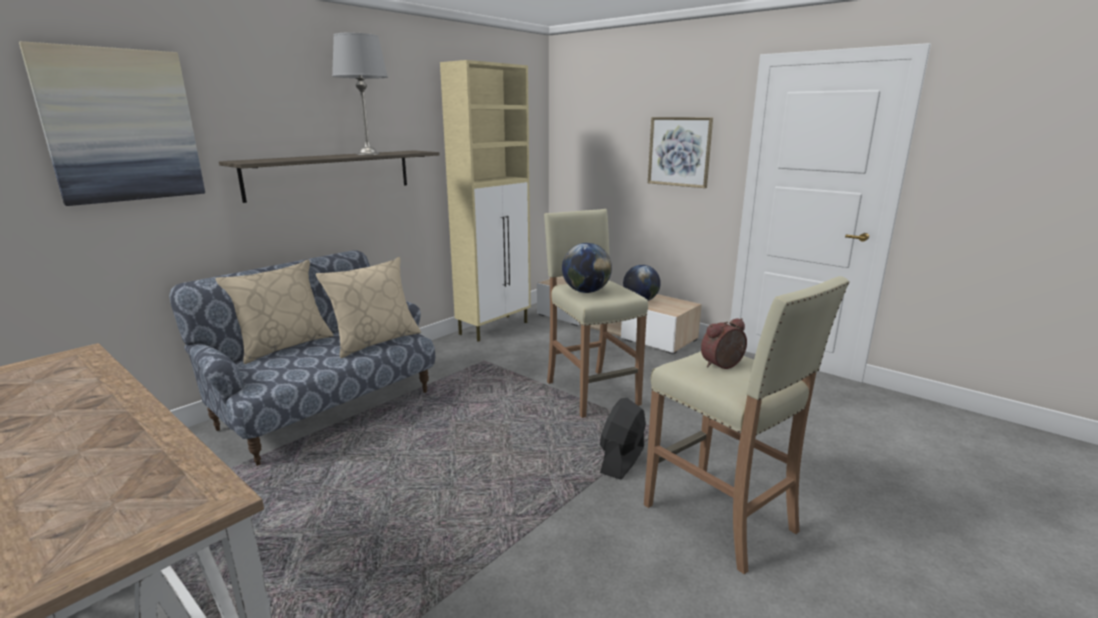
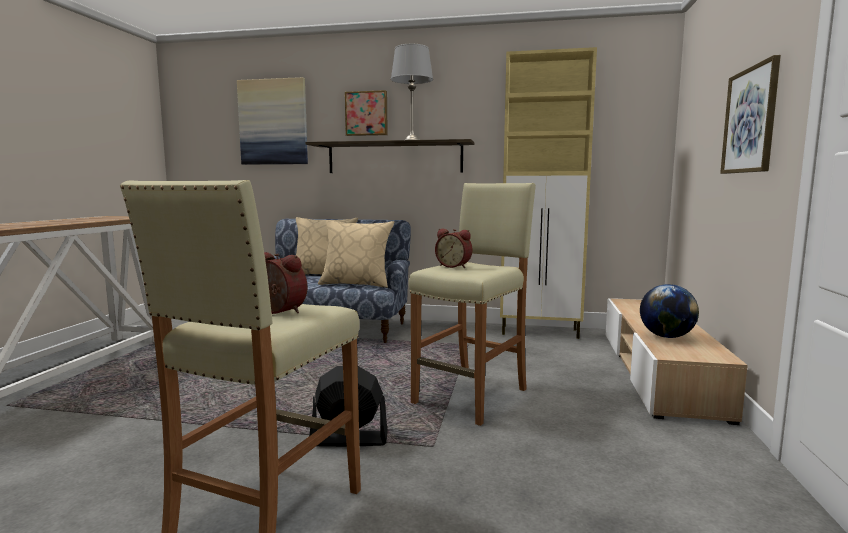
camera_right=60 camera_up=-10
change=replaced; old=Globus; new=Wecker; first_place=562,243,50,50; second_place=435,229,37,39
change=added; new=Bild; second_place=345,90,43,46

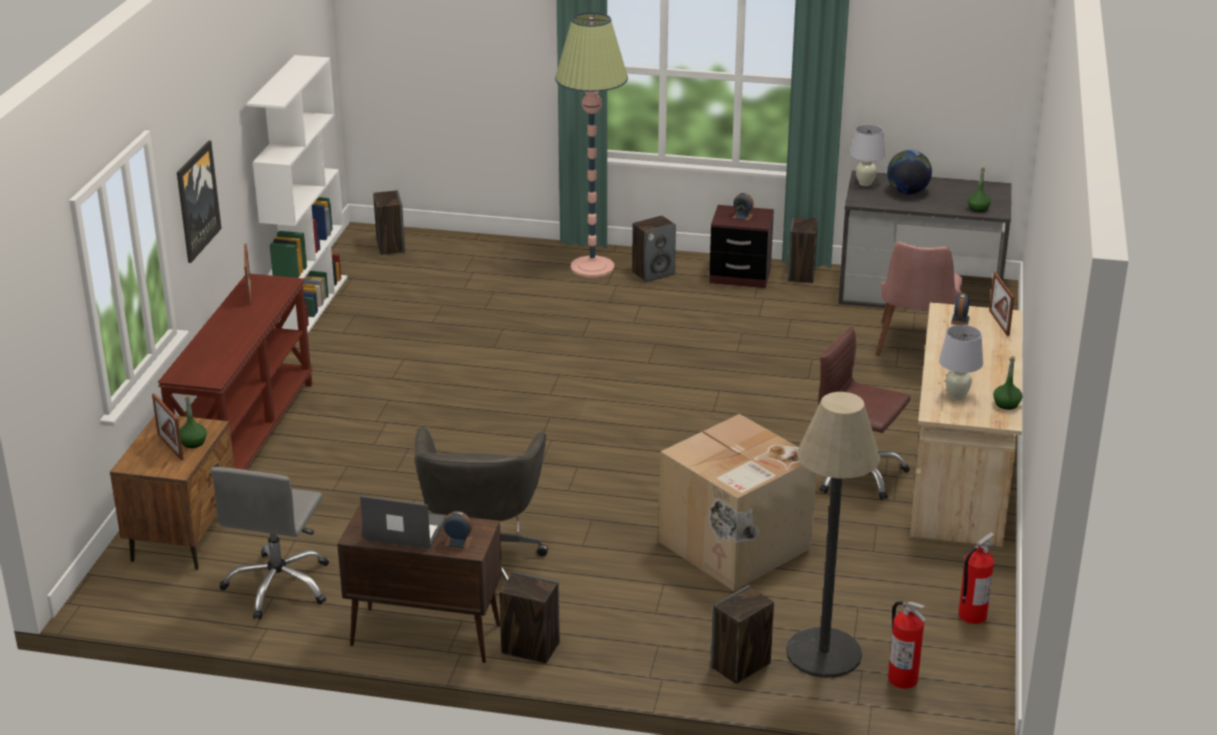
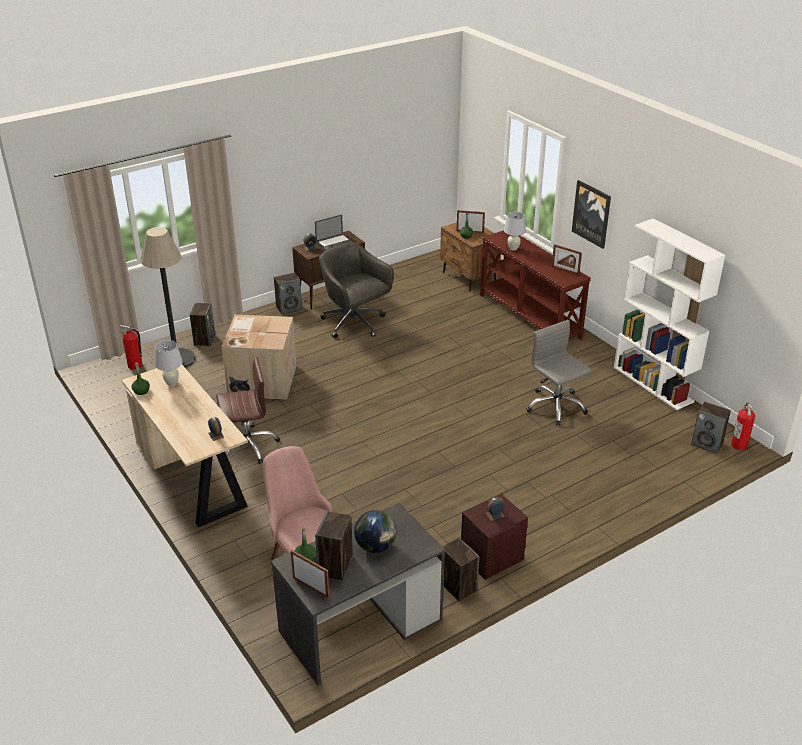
camera_right=135 camera_up=5
change=moved; old=Bürostuhl/grau; first_place=211,467,118,152; second_place=526,320,66,106
change=removed; old=Stehlampe; first_place=555,12,73,266
change=moved; old=Lautsprecher; first_place=632,216,44,67; second_place=315,511,38,69
change=moved; old=Tischlampe/weiß; first_place=850,124,35,62; second_place=504,212,22,38
change=moved; old=Feuerlöscher; first_place=958,532,37,92; second_place=731,403,24,47
change=moved; old=Bilderrahmen; first_place=989,272,25,64; second_place=291,550,39,48

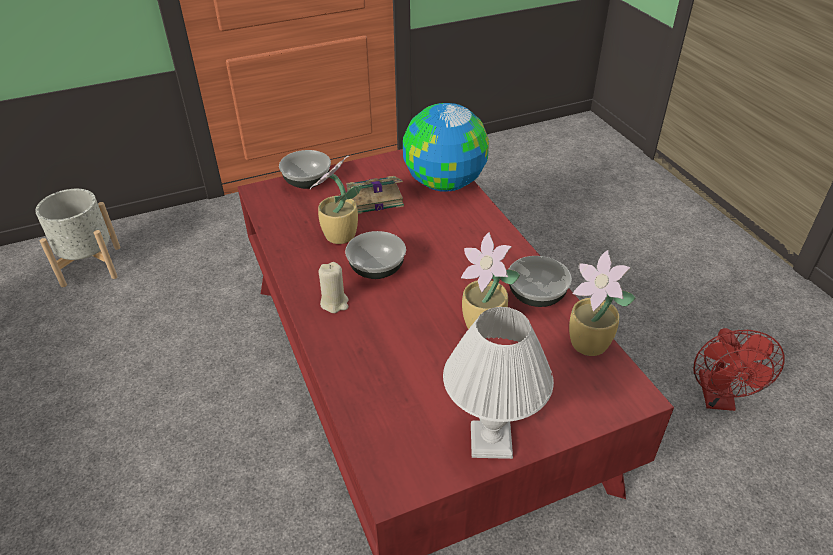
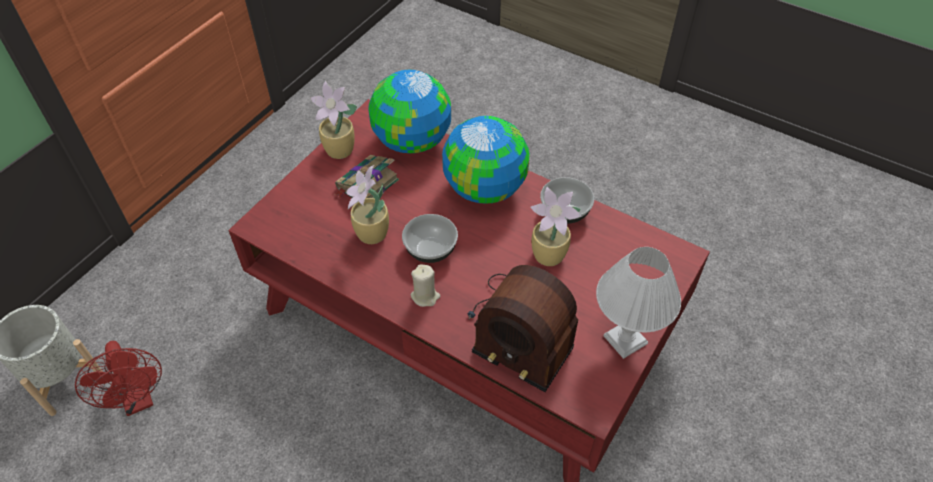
camera_right=-35 camera_up=10
change=removed; old=Schüssel; first_place=279,150,52,39
change=moved; old=Topfpflanze; first_place=569,250,67,106; second_place=311,81,46,78
change=moved; old=Ventilator/rot; first_place=693,328,92,83; second_place=75,341,87,75
change=added; new=Globus; second_place=442,116,88,88
change=added; new=Radio; second_place=468,265,110,127

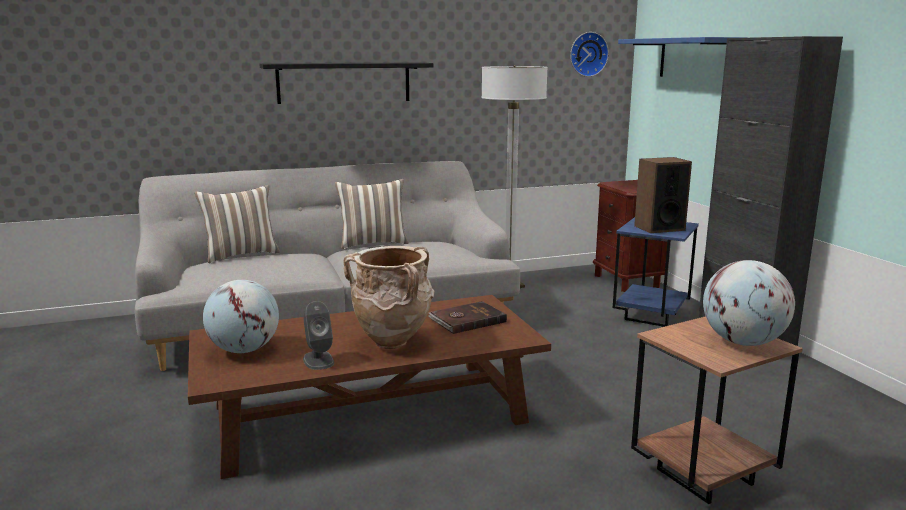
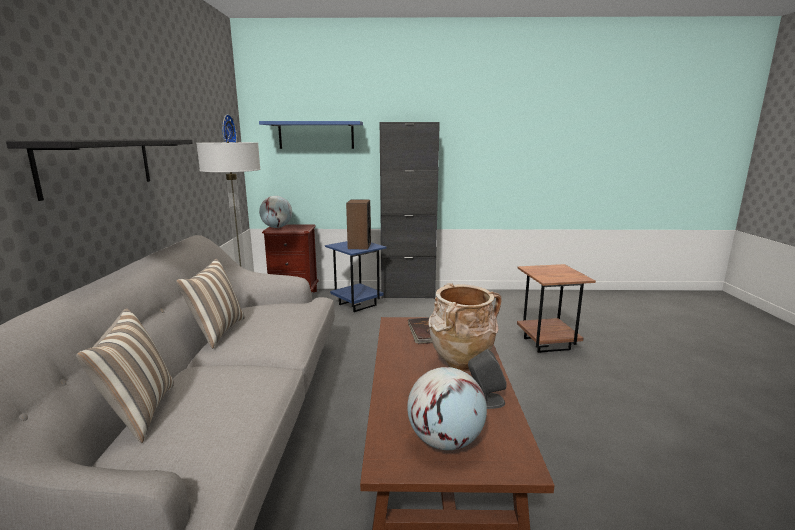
camera_right=-70 camera_up=0
change=moved; old=Globus; first_place=703,260,92,86; second_place=259,196,33,32

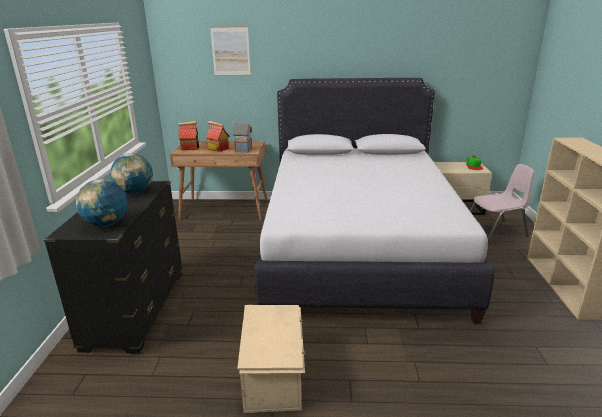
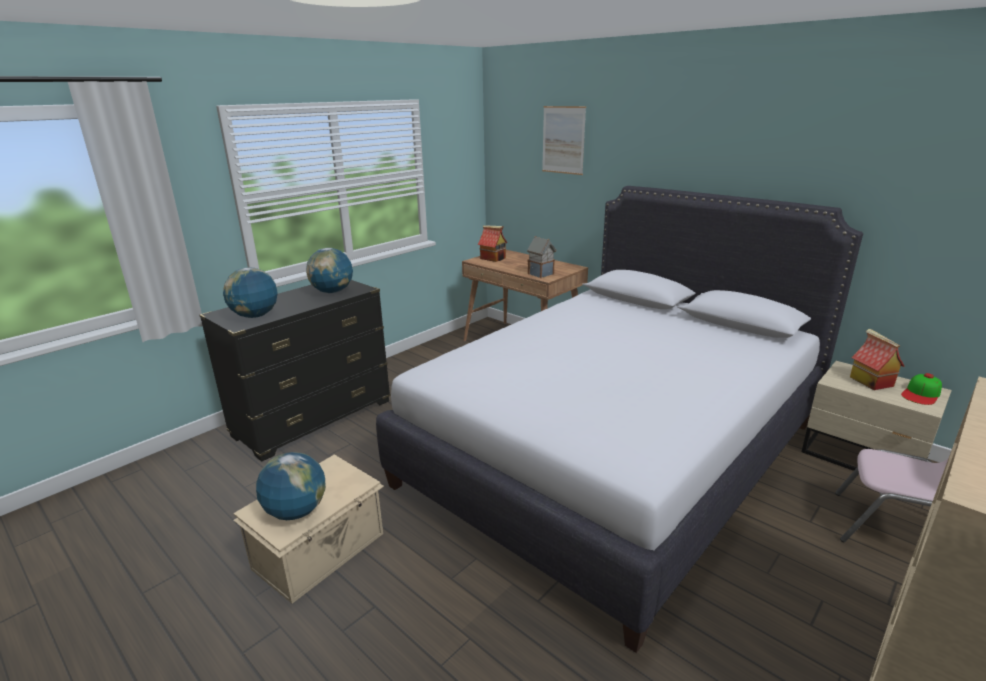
camera_right=40 camera_up=0
change=moved; old=Spielzeughaus; first_place=206,121,24,31; second_place=850,329,55,61
change=added; new=Globus; second_place=256,452,70,68

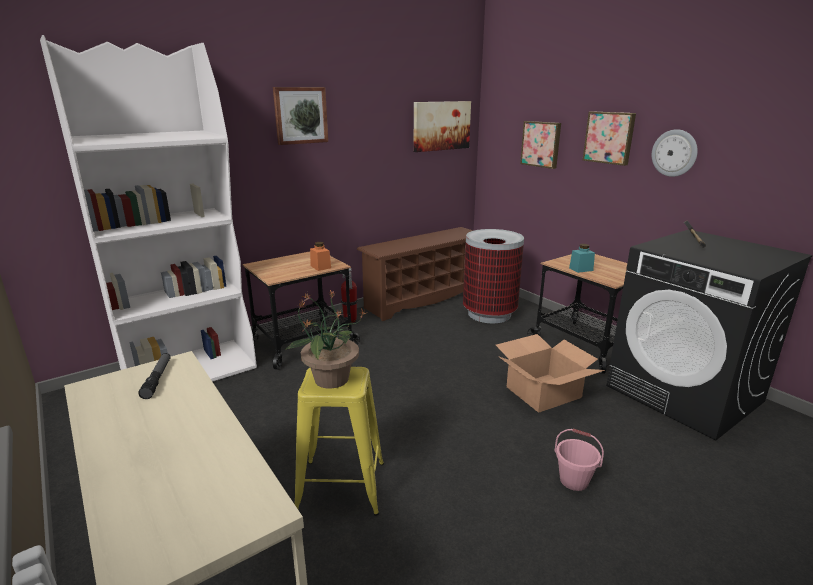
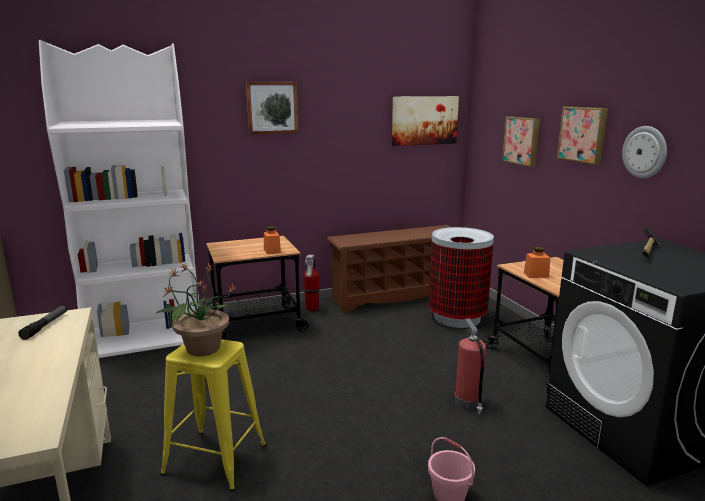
camera_right=15 camera_up=-5
change=replaced; old=Karton; new=Feuerlöscher; first_place=496,334,109,79; second_place=455,318,31,96
change=recoloured; old=Vorratsglas/türkis; new=Vorratsglas/orange; first_place=569,244,26,29; second_place=524,247,26,31

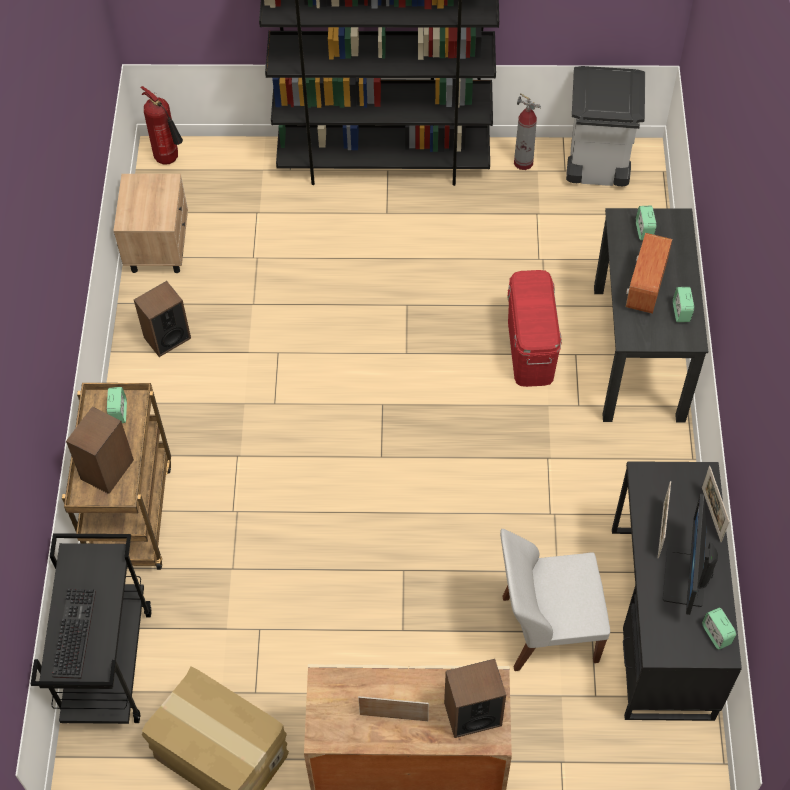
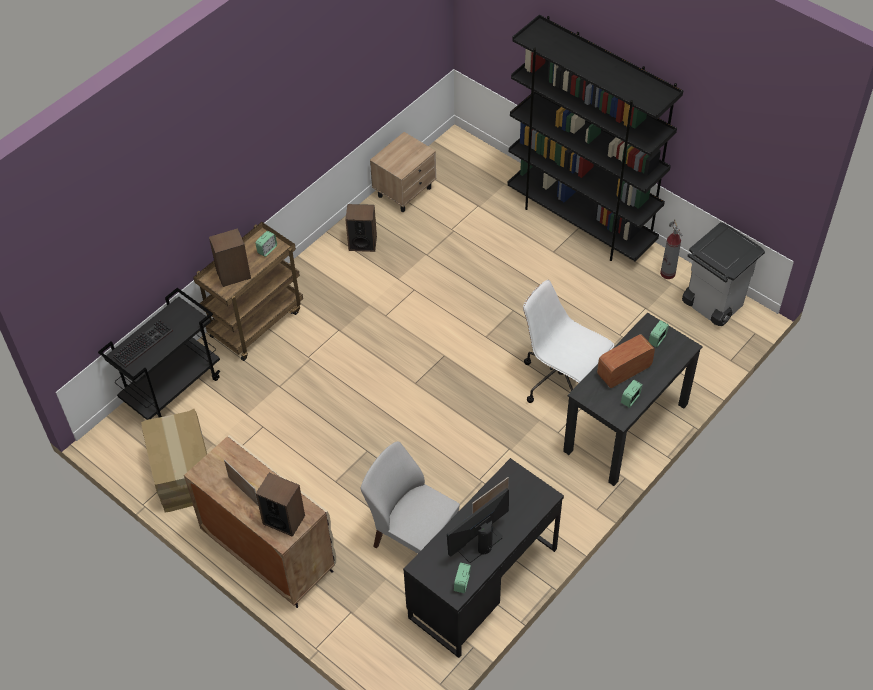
camera_right=40 camera_up=-5
change=removed; old=Feuerlöscher; first_place=140,86,43,79
change=replaced; old=Aufbewahrungsbox/rot; new=Bürostuhl/weiß; first_place=508,270,54,117; second_place=523,280,91,123
change=removed; old=Bilderrahmen; first_place=702,466,28,76

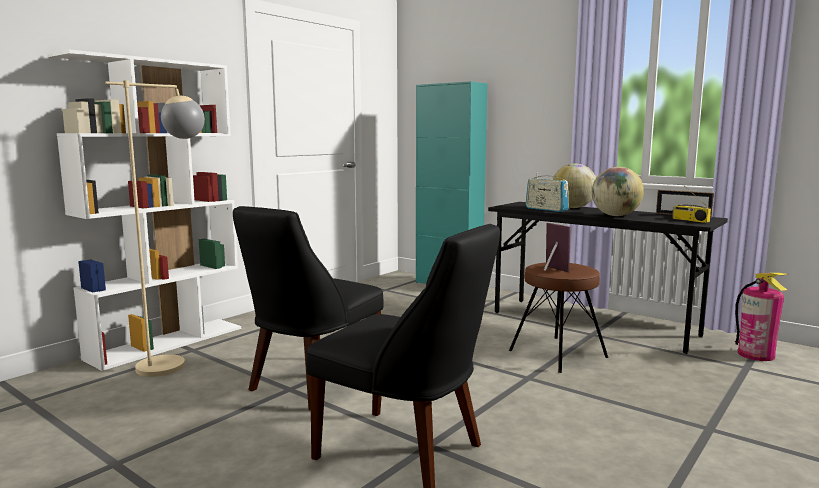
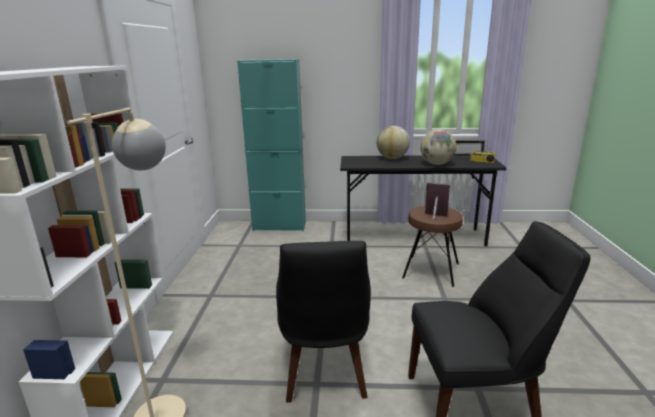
camera_right=-35 camera_up=10
change=removed; old=Radio; first_place=526,171,43,41
change=removed; old=Feuerlöscher; first_place=735,273,53,88

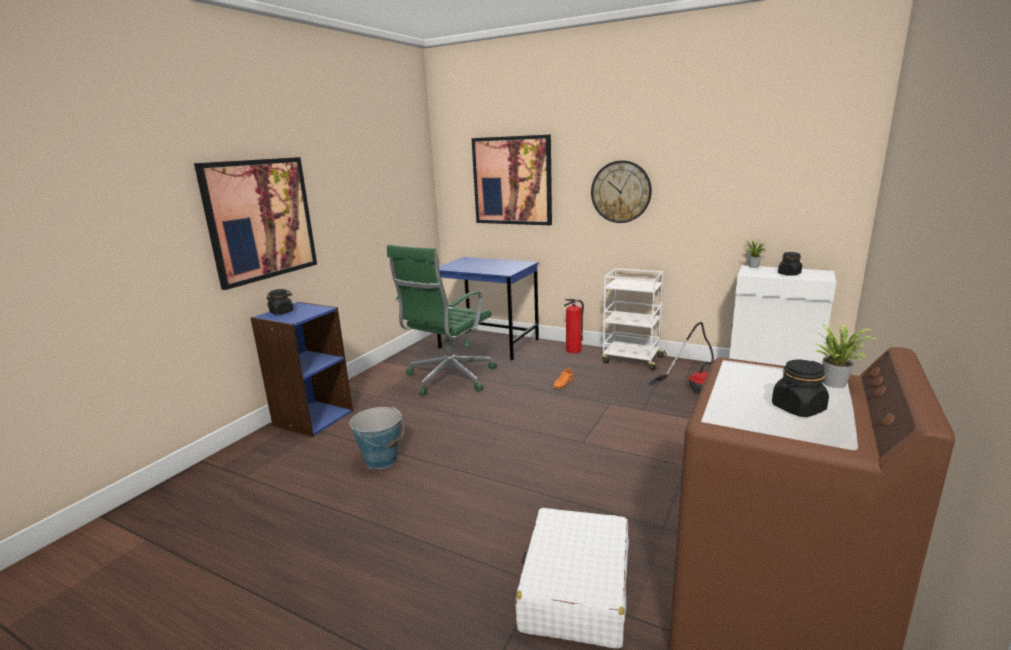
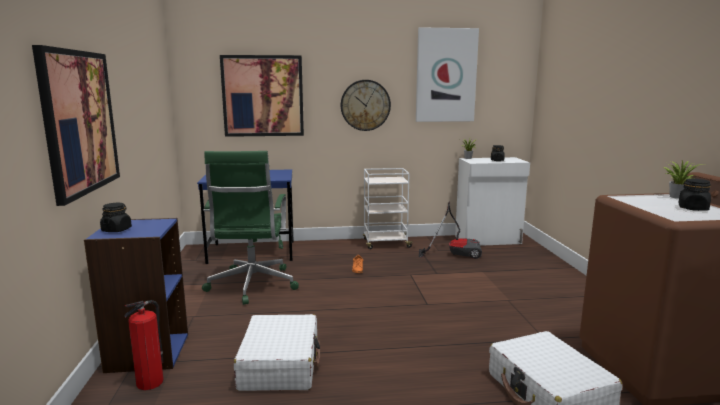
camera_right=-35 camera_up=-5
change=replaced; old=Eimer; new=Koffer/weiß; first_place=349,406,55,63; second_place=234,314,86,77
change=moved; old=Feuerlöscher; first_place=564,299,20,54; second_place=125,300,38,90
change=added; new=Bild; second_place=416,27,63,95

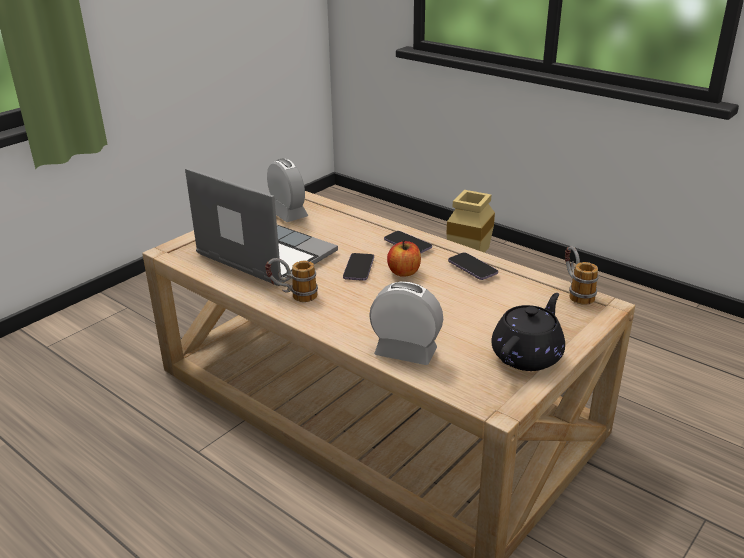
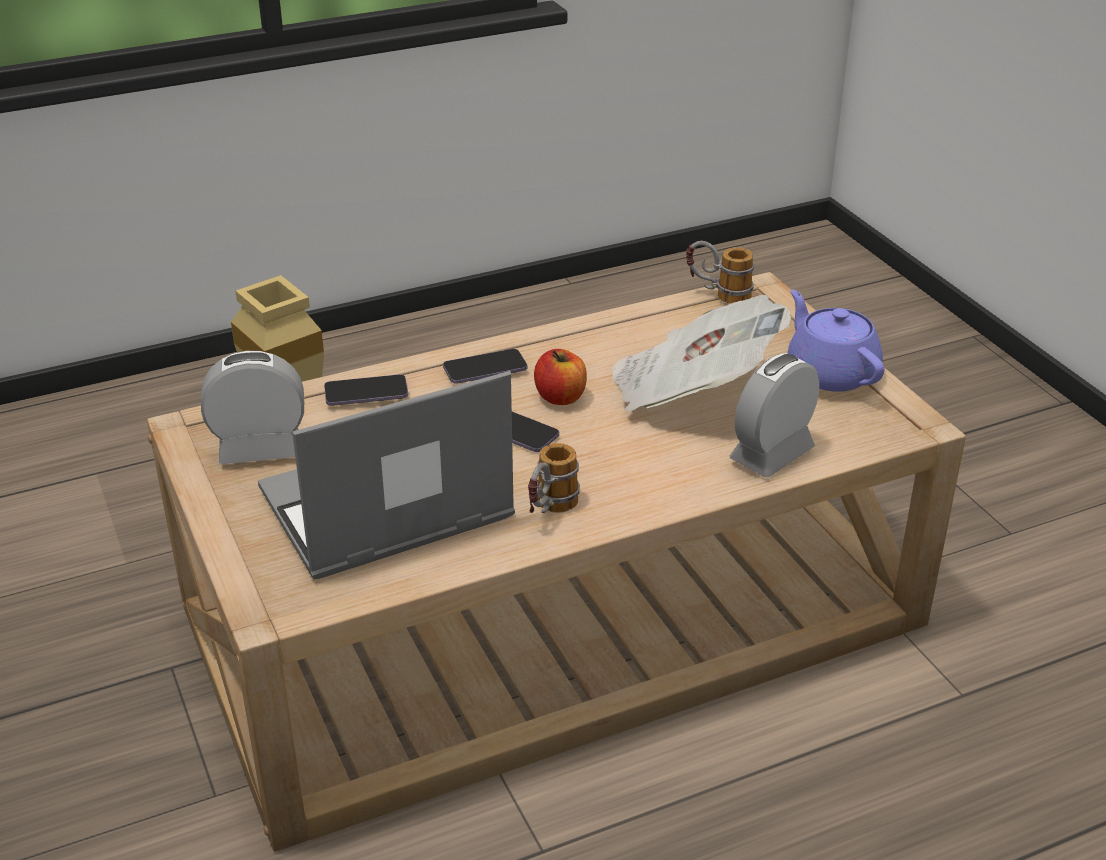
camera_right=-65 camera_up=5
change=moved; old=Handy; first_place=448,252,50,28; second_place=324,374,84,32
change=recoloured; old=Teekanne/schwarz; new=Teekanne/lila; first_place=491,293,74,78; second_place=788,290,96,102
change=added; new=Zeitung; second_place=611,295,180,117

